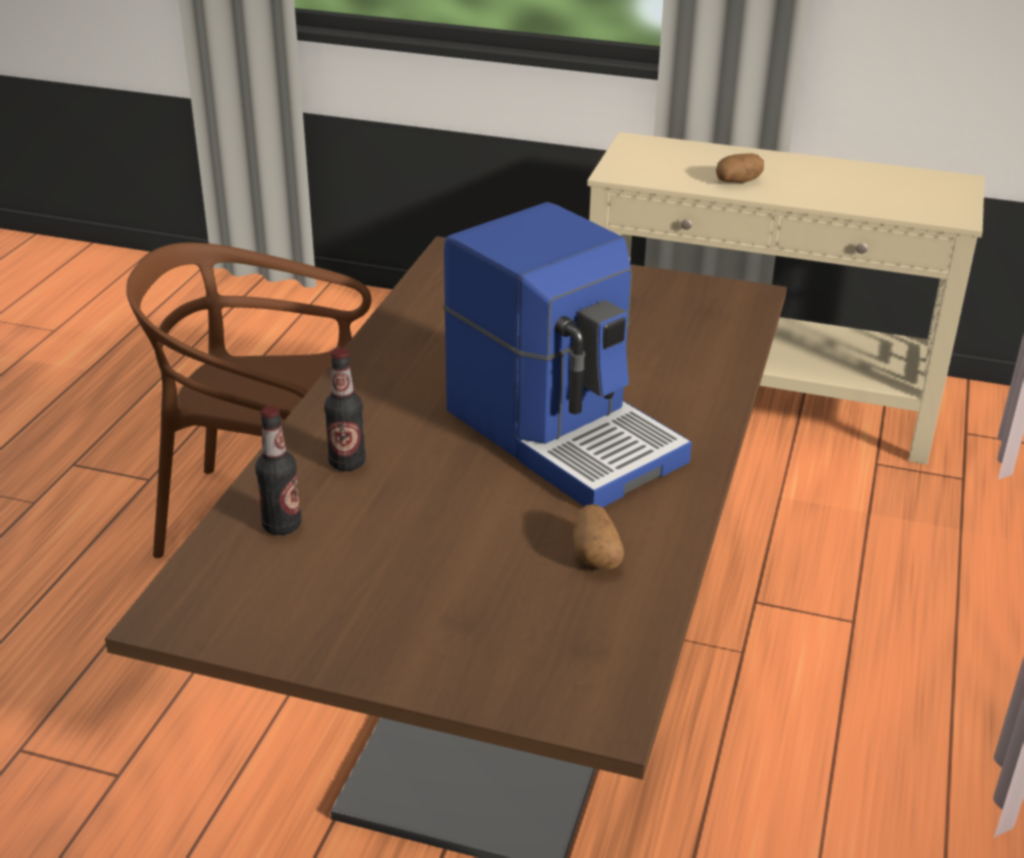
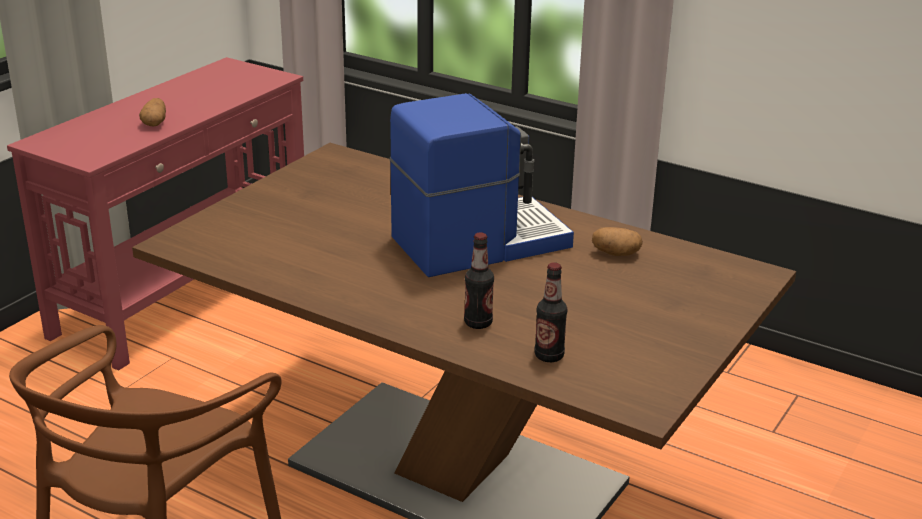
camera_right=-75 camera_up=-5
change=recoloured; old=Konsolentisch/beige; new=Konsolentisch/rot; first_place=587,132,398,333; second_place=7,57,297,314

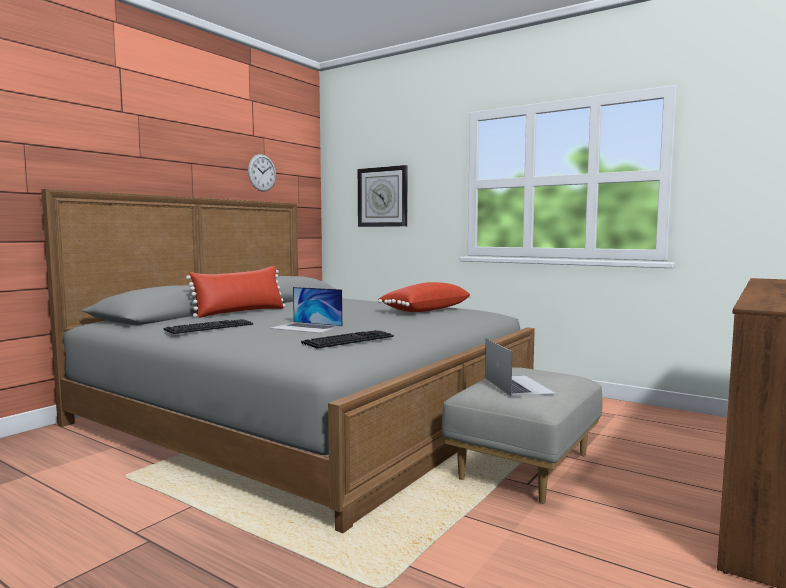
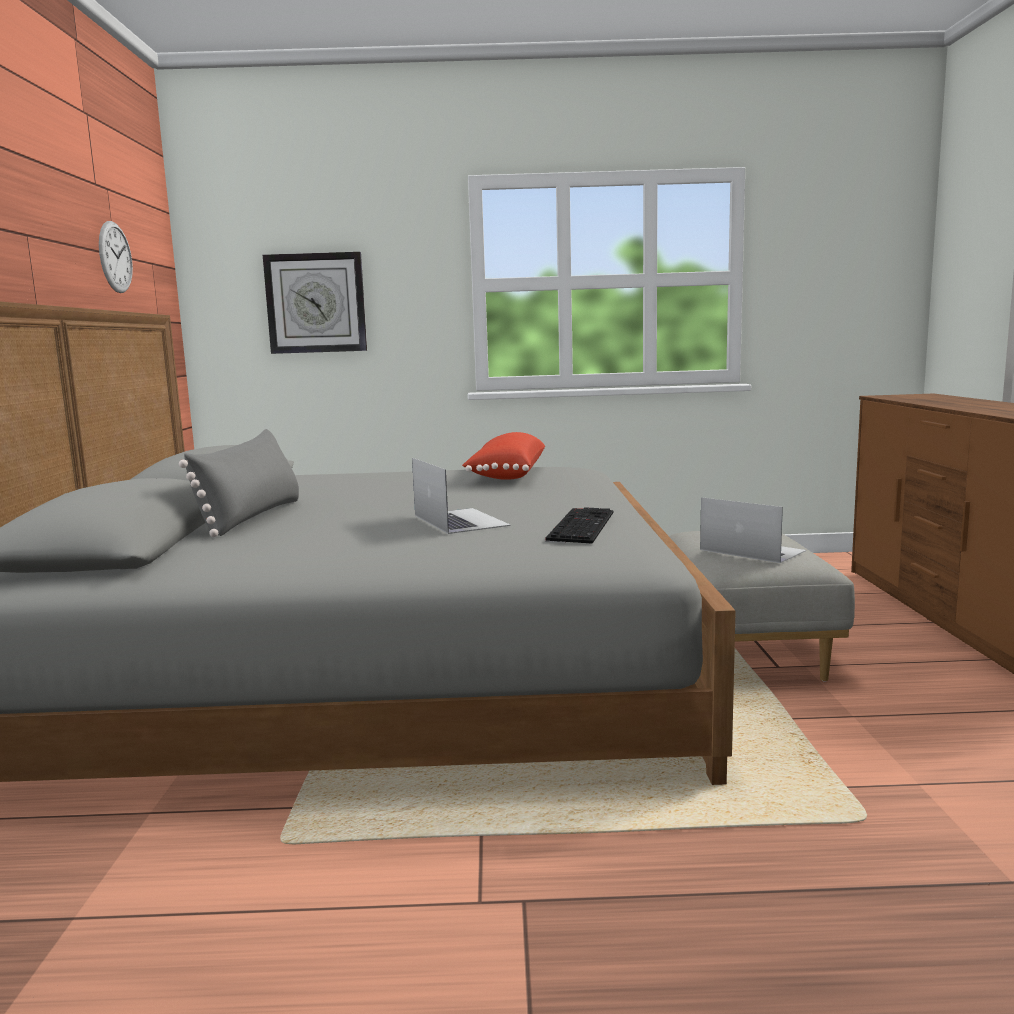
camera_right=-35 camera_up=5
change=removed; old=Tastatur; first_place=164,319,89,15
change=recoloured; old=Kissen/rot; new=Kissen/grau; first_place=186,266,100,52; second_place=179,429,120,108
change=turned; old=Laptop; first_place=270,287,73,46; second_place=412,458,99,76; degrees=-105

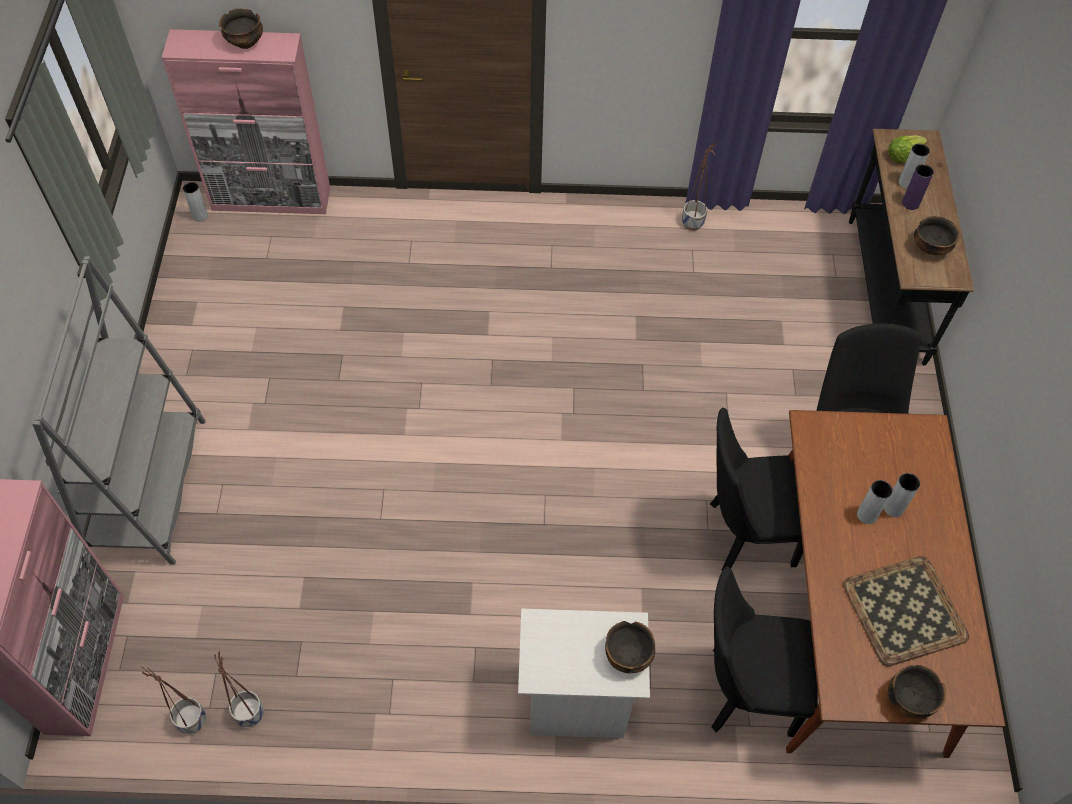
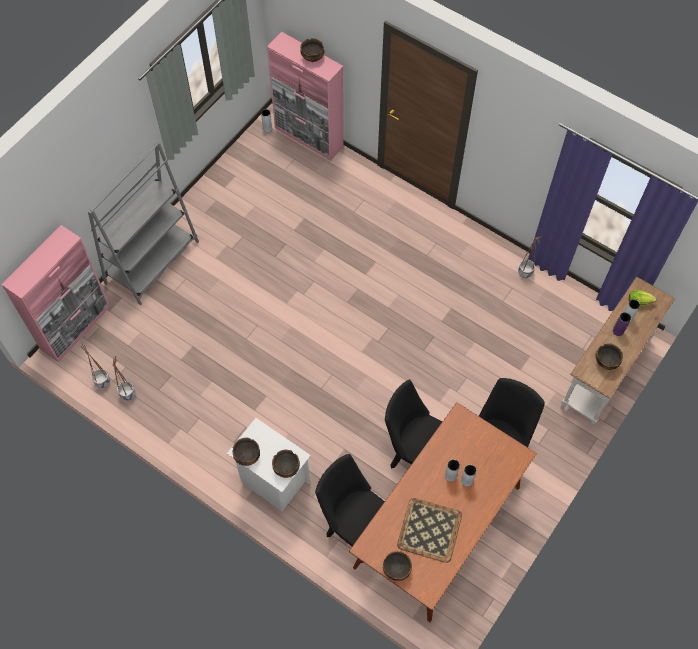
camera_right=35 camera_up=5
change=recoloured; old=Konsolentisch/schwarz; new=Konsolentisch/weiß; first_place=849,129,125,237; second_place=561,277,114,151
change=added; new=Schüssel; second_place=232,438,28,28

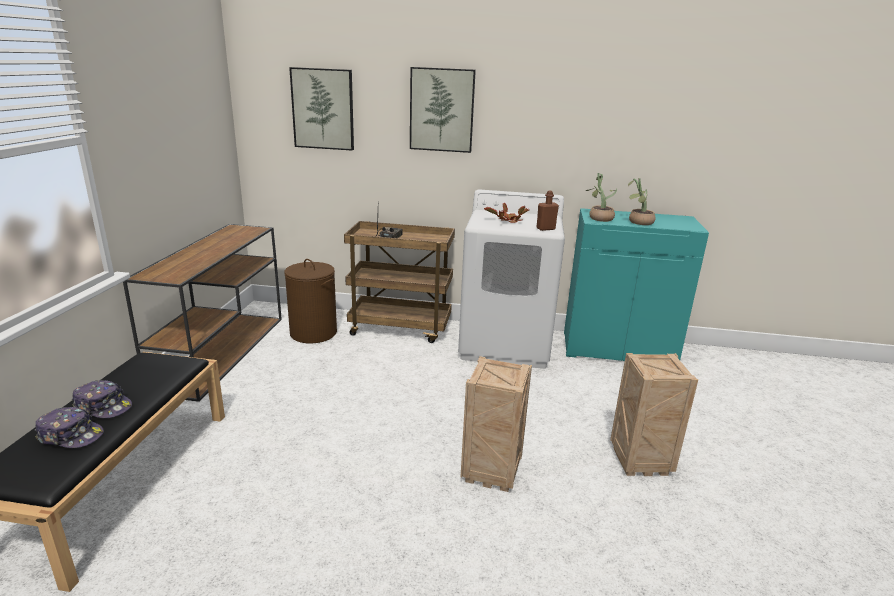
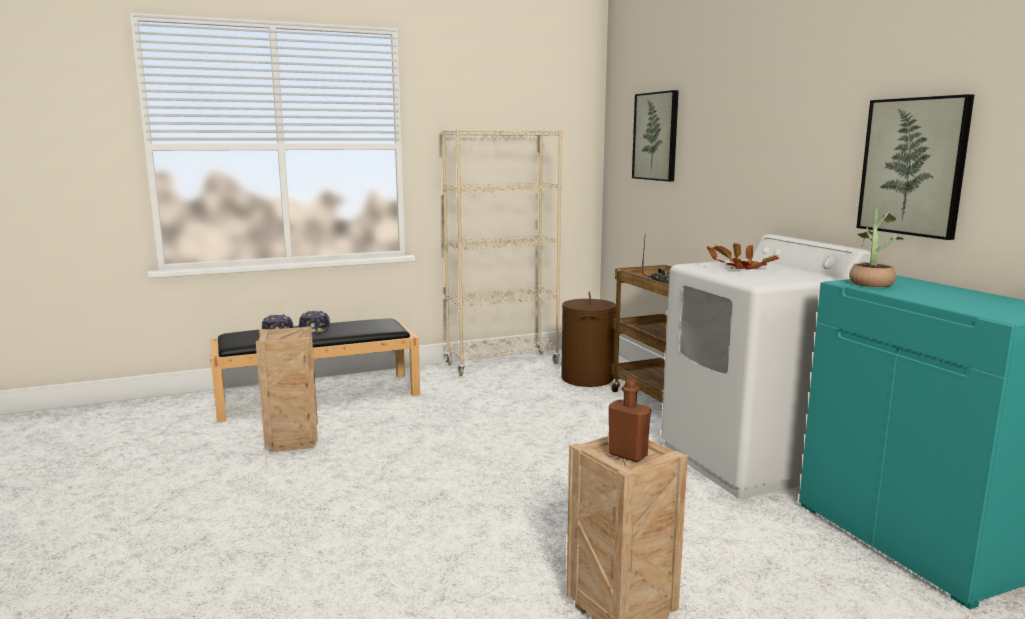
camera_right=60 camera_up=-10
change=replaced; old=Konsolentisch/braun; new=Bücherregal/beige; first_place=123,224,159,178; second_place=442,130,120,246
change=moved; old=Bild; first_place=410,67,66,86; second_place=856,94,118,146
change=moved; old=Kiste; first_place=460,356,72,136; second_place=256,326,62,126
change=moved; old=Flasche/braun; first_place=537,191,22,40; second_place=608,379,43,83
change=removed; old=Topfpflanze; first_place=628,178,28,47

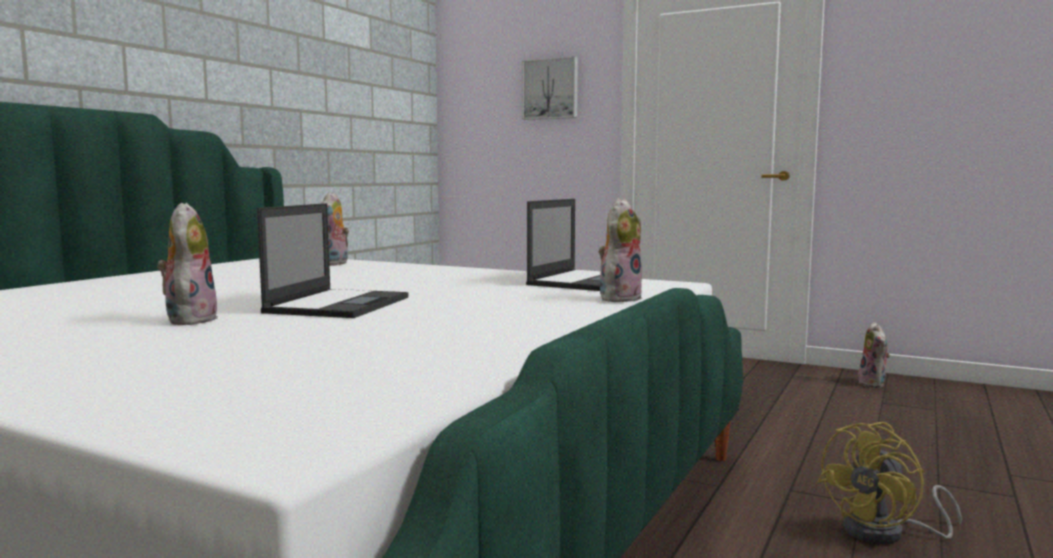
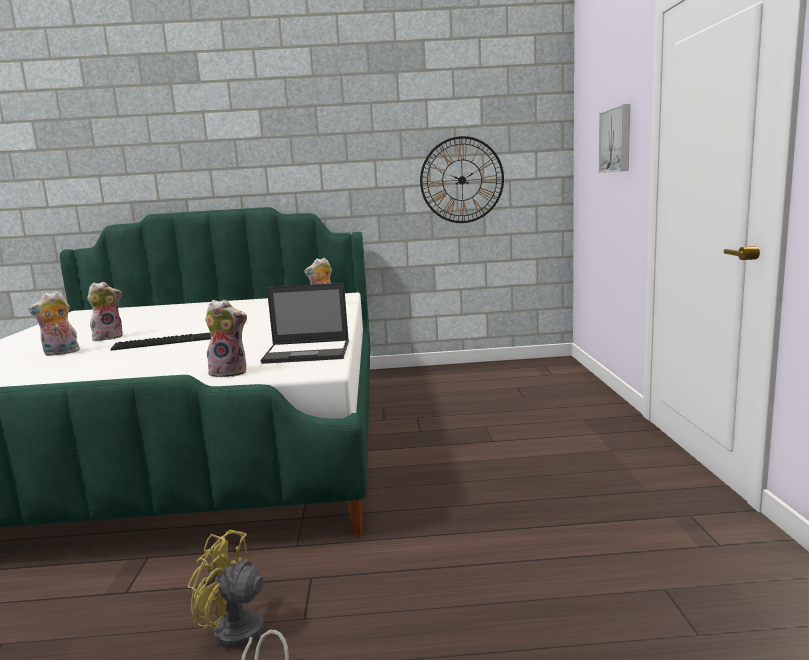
camera_right=60 camera_up=5
change=replaced; old=Laptop; new=Tastatur; first_place=257,203,152,115; second_place=110,332,101,19
change=moved; old=Plüschtier; first_place=858,322,32,66; second_place=29,291,51,65
change=added; new=Wanduhr; second_place=420,136,84,87

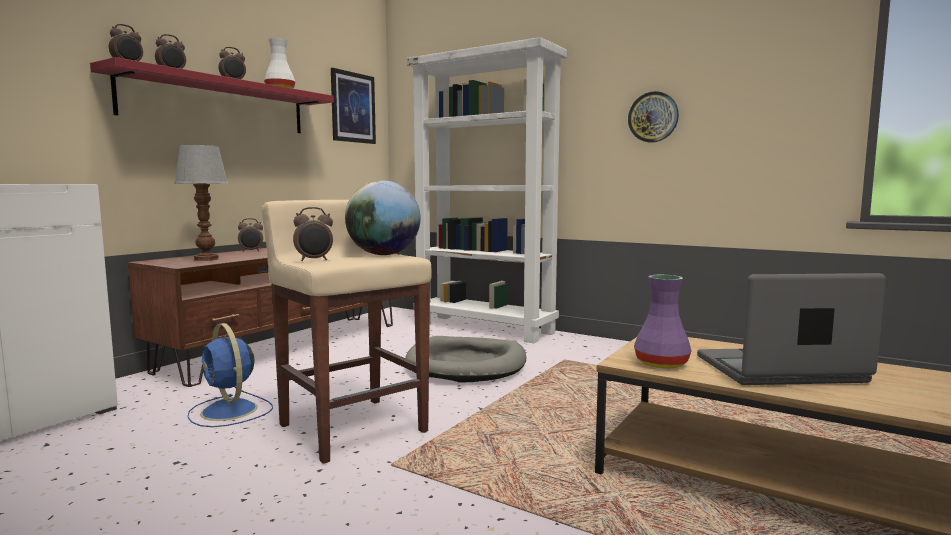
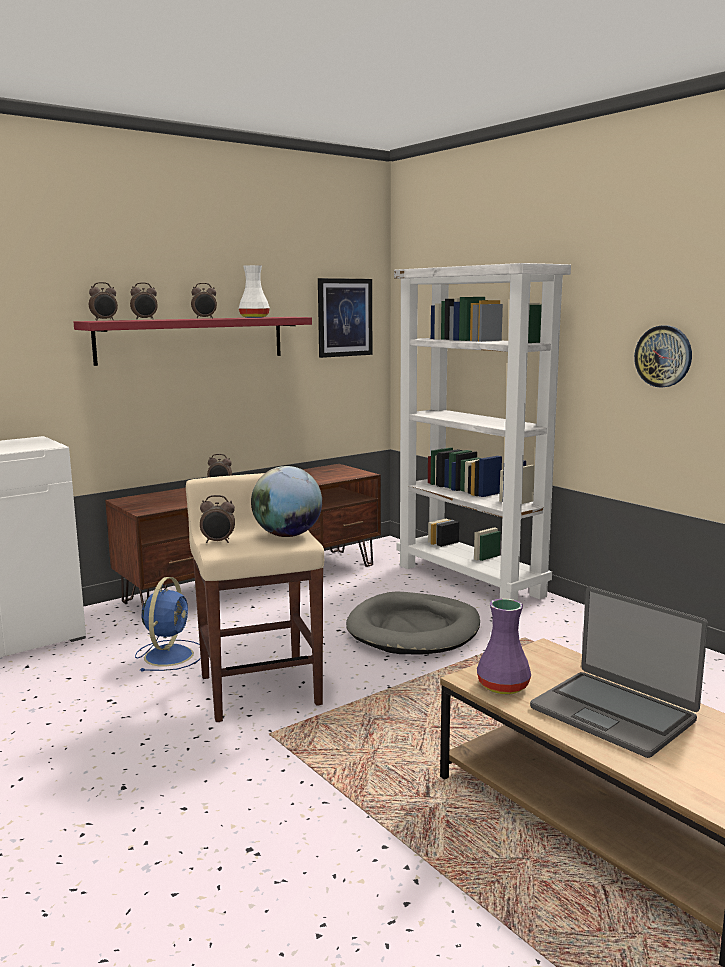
camera_right=20 camera_up=5
change=removed; old=Tischlampe; first_place=174,145,54,116
change=turned; old=Ventilator/blau; first_place=187,323,86,104; second_place=135,577,66,94; degrees=-150
change=turned; old=Laptop; first_place=697,273,189,112; second_place=530,587,178,171; degrees=-150

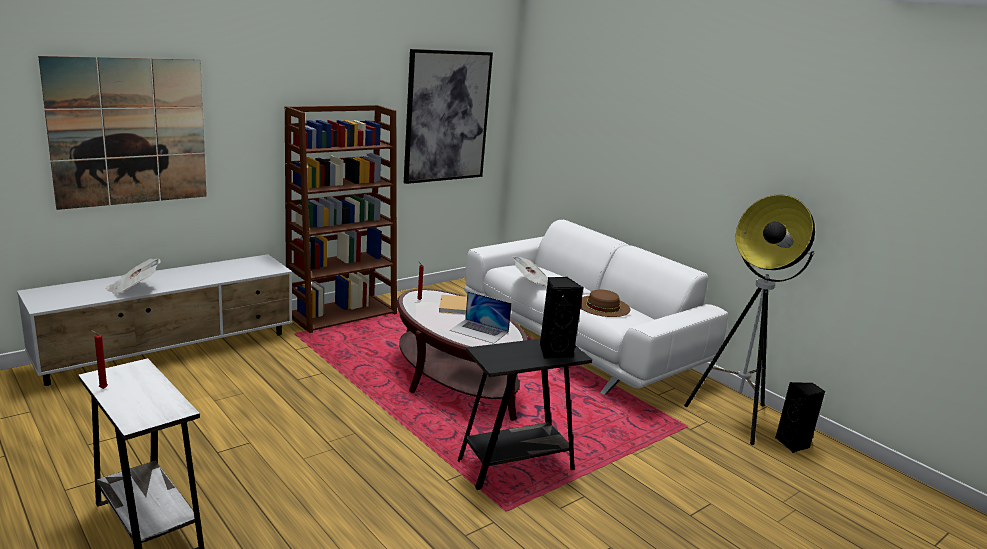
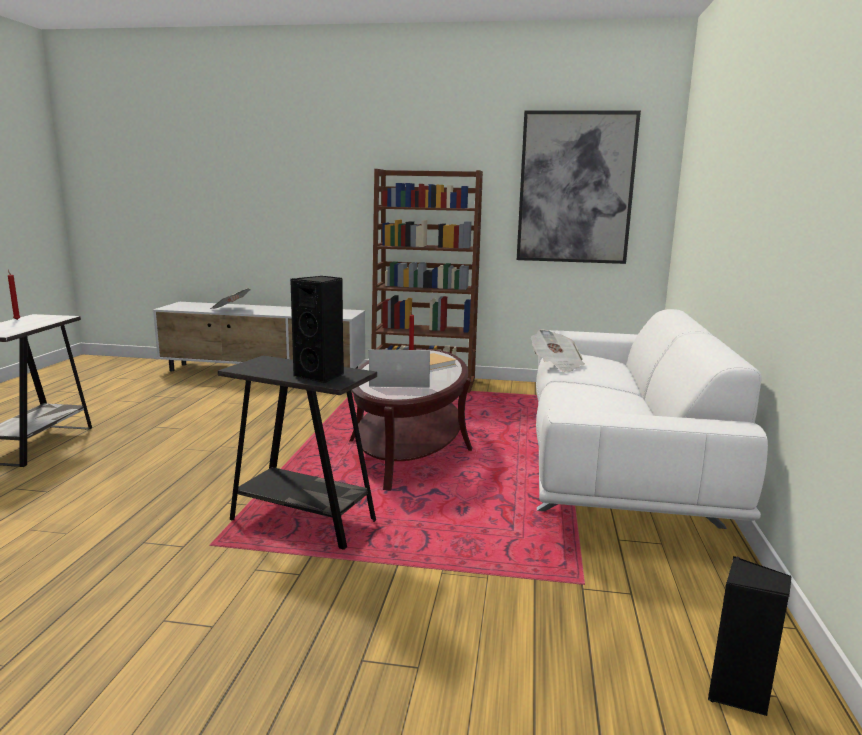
camera_right=50 camera_up=-5
change=removed; old=Bild; first_place=38,56,169,154
change=turned; old=Laptop; first_place=449,292,63,52; second_place=369,349,61,39; degrees=105
change=removed; old=Hut/braun; first_place=580,290,51,27
change=removed; old=Stehlampe; first_place=684,195,131,250

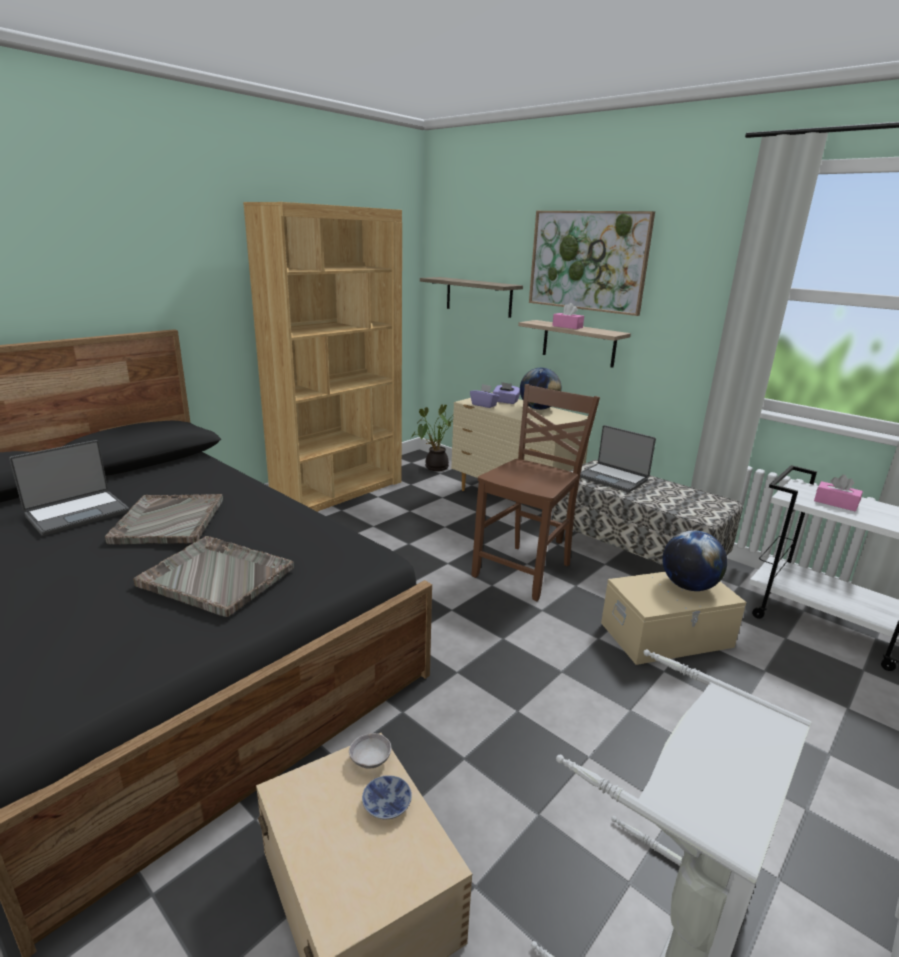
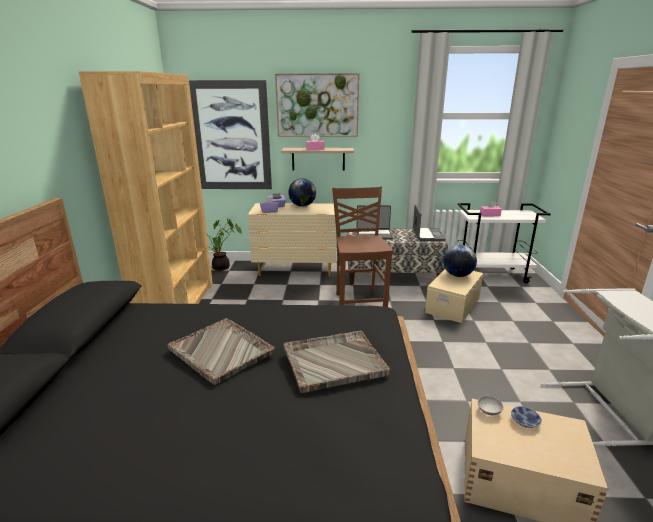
camera_right=-40 camera_up=0
change=moved; old=Laptop; first_place=9,440,120,96; second_place=413,204,33,37
change=replaced; old=Wandregal; new=Bild; first_place=420,277,103,41; second_place=189,80,83,109

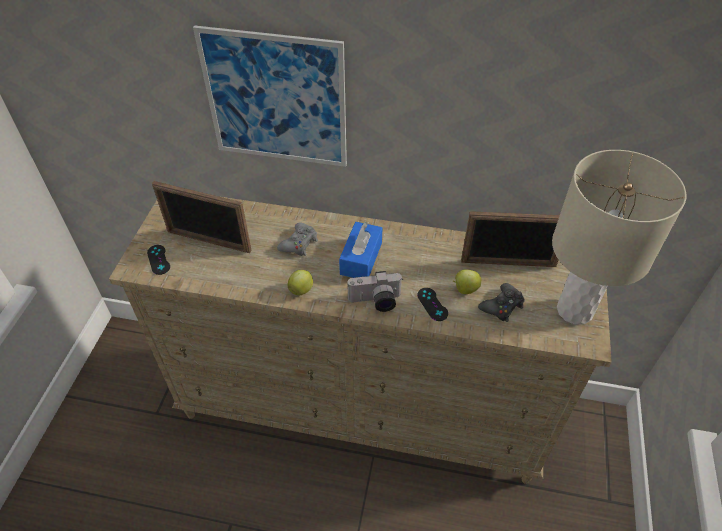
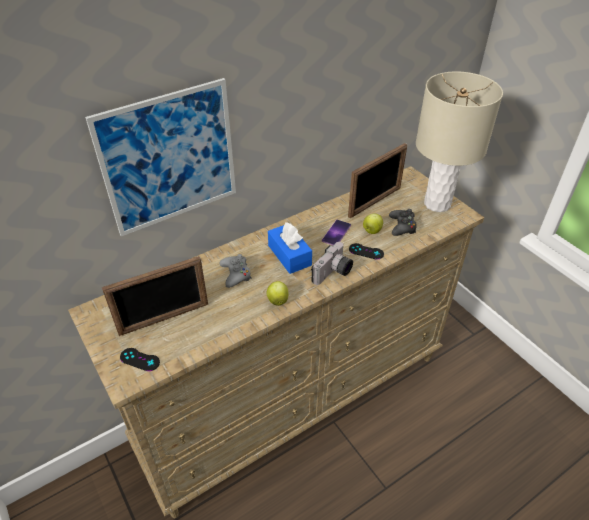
camera_right=-45 camera_up=-5
change=added; new=Handy; second_place=322,220,29,25

